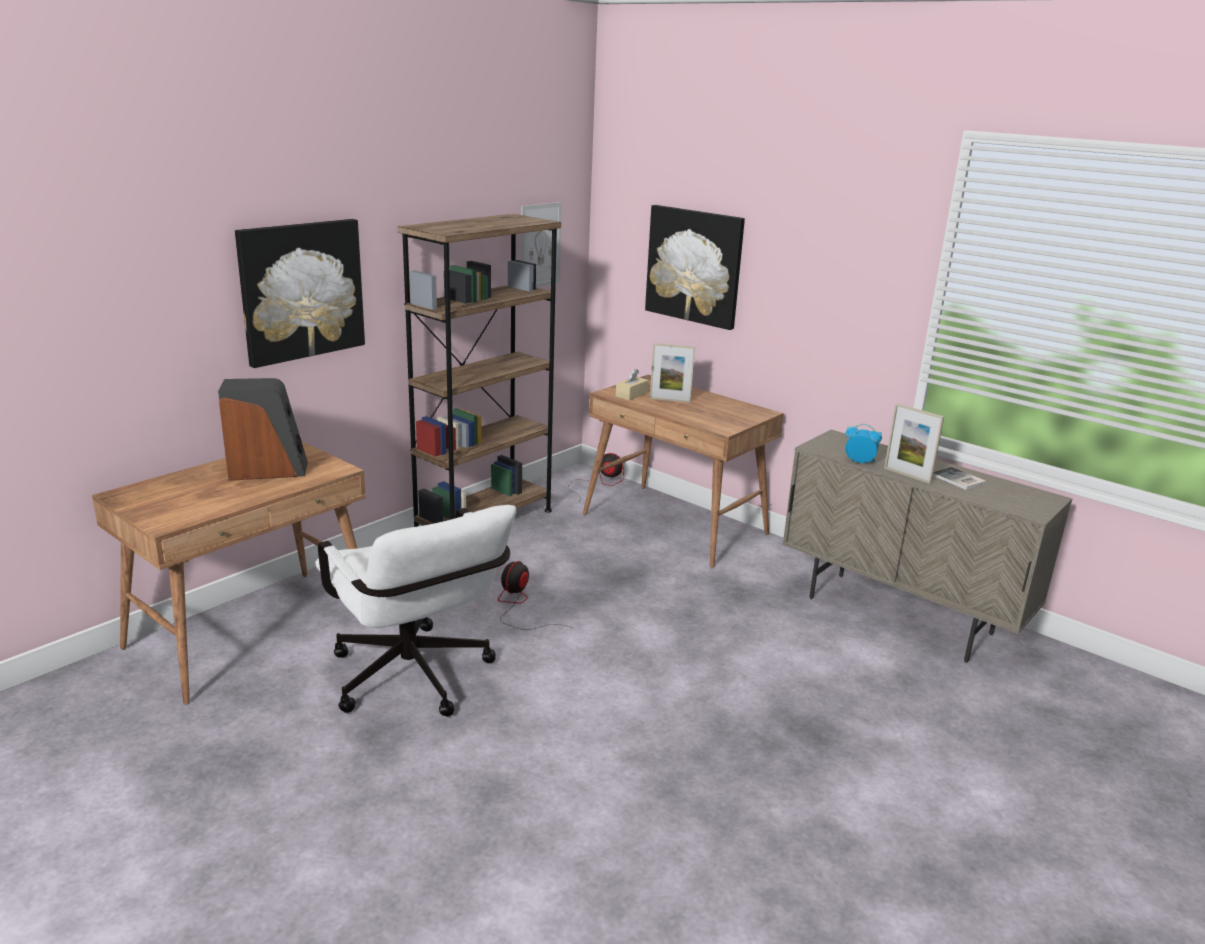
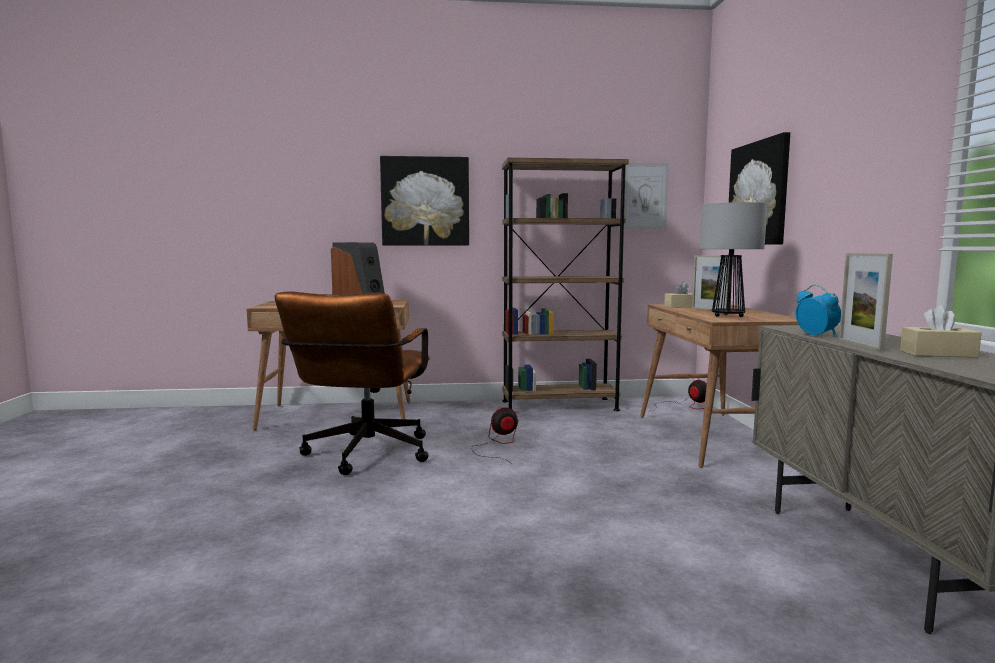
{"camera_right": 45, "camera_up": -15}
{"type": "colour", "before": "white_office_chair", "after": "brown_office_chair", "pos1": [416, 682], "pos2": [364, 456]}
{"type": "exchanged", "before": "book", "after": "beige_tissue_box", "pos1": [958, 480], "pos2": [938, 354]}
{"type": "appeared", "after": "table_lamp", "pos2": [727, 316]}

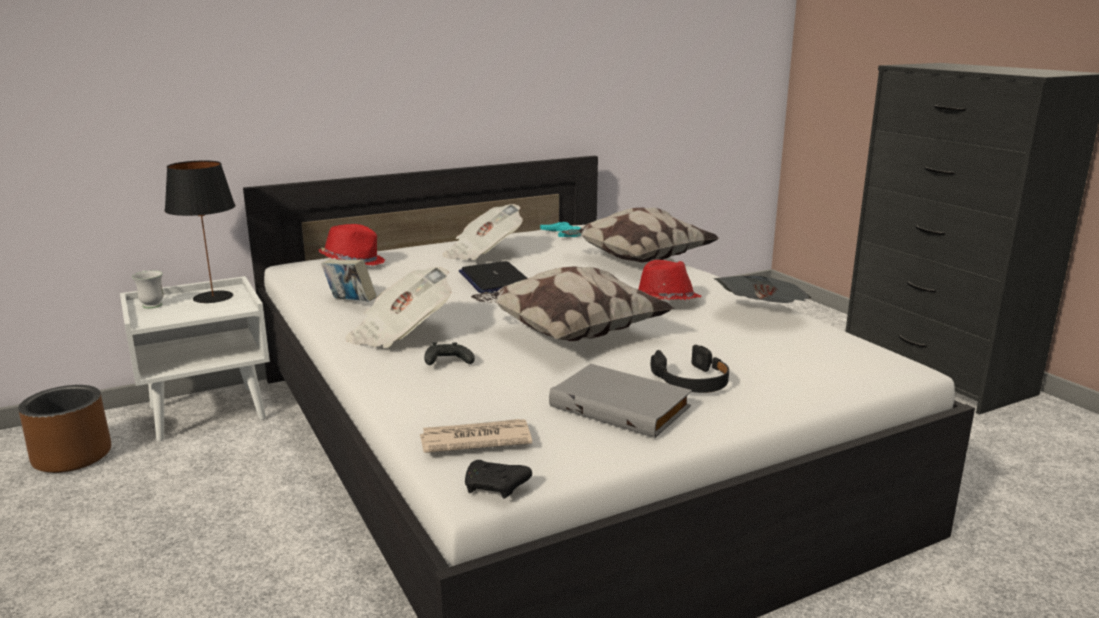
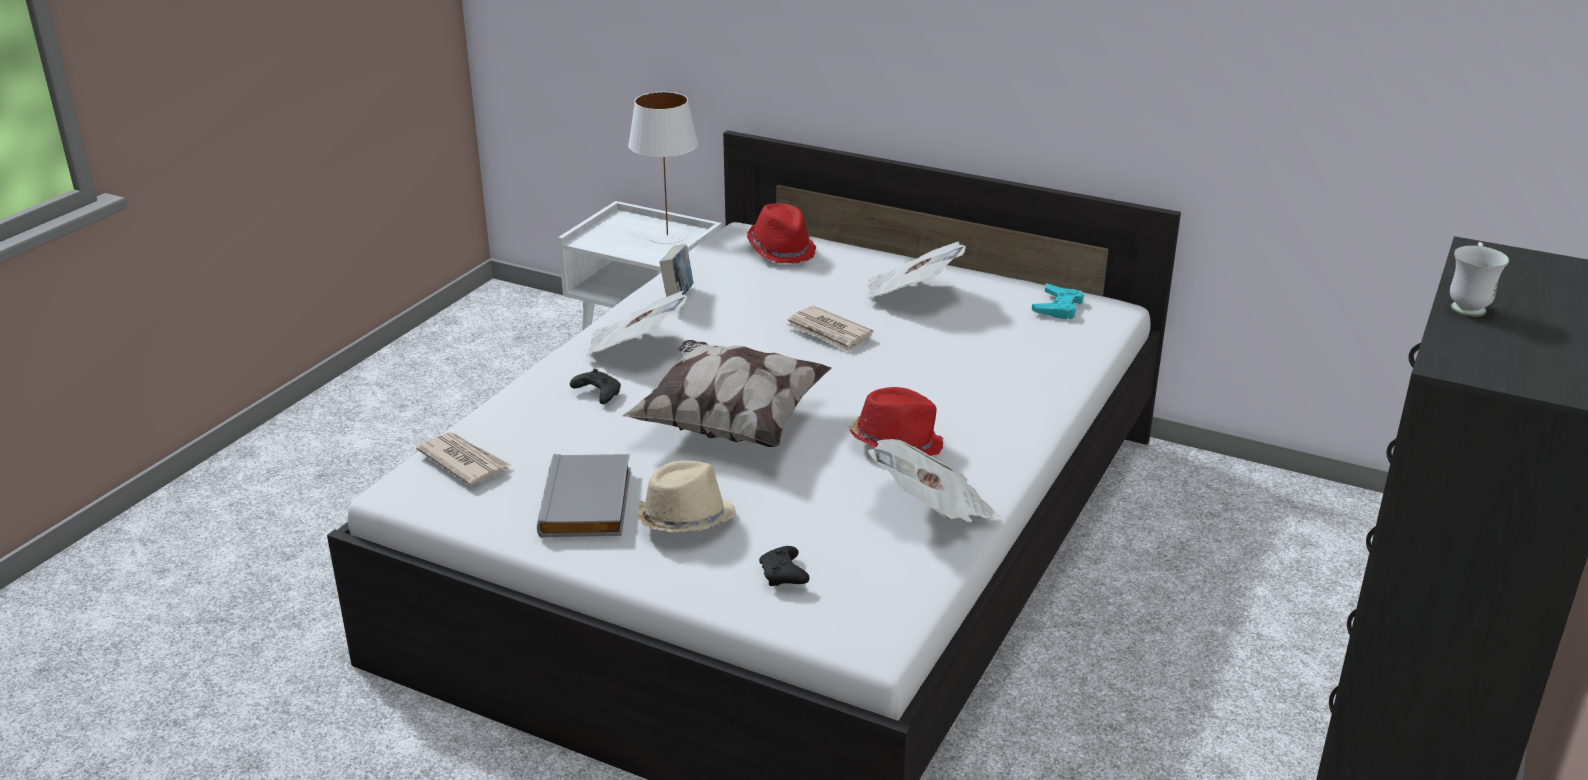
{"camera_right": 55, "camera_up": 10}
{"type": "missing", "before": "brown_planter", "pos1": [72, 456]}
{"type": "relocated", "before": "white_mug", "pos1": [151, 304], "pos2": [1468, 305]}
{"type": "colour", "before": "black_table_lamp", "after": "white_table_lamp", "pos1": [213, 297], "pos2": [667, 236]}
{"type": "exchanged", "before": "laptop", "after": "newspaper", "pos1": [494, 280], "pos2": [829, 332]}
{"type": "relocated", "before": "black_game_controller", "pos1": [496, 487], "pos2": [784, 576]}
{"type": "missing", "before": "pillow", "pos1": [637, 260]}
{"type": "exchanged", "before": "black_headphones", "after": "beige_hat", "pos1": [692, 381], "pos2": [684, 521]}

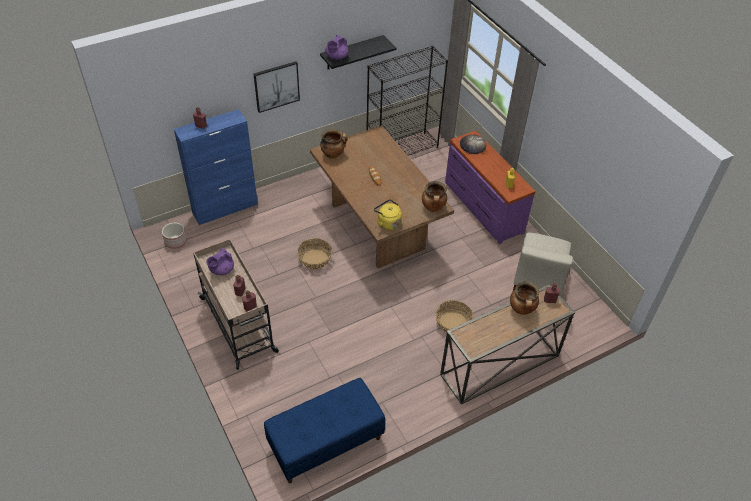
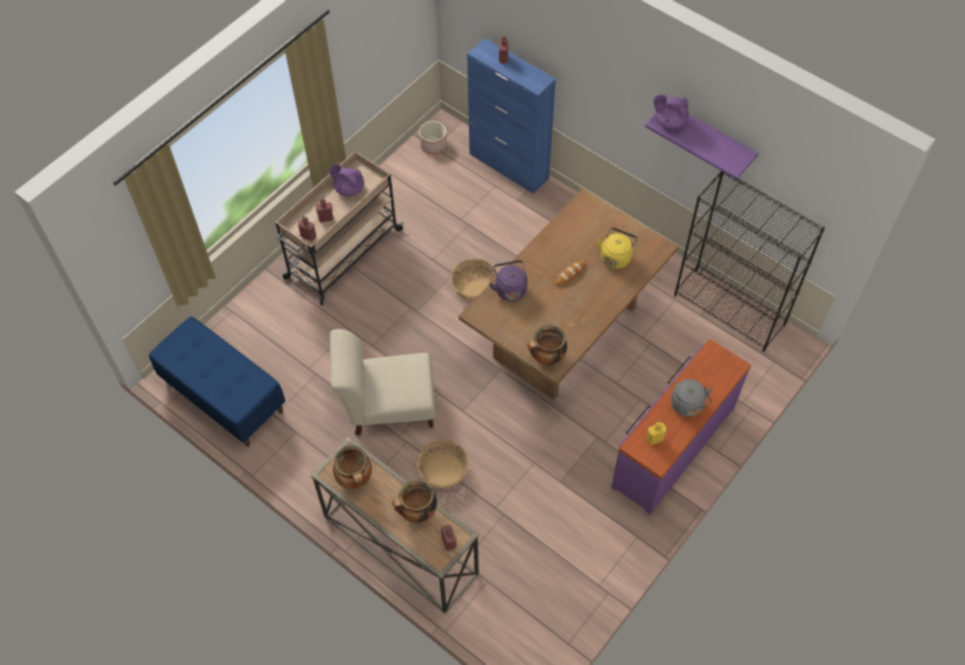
{"camera_right": 70, "camera_up": 10}
{"type": "missing", "before": "picture", "pos1": [276, 86]}
{"type": "colour", "before": "black_shelf", "after": "purple_shelf", "pos1": [352, 52], "pos2": [709, 137]}
{"type": "relocated", "before": "cooking_pot", "pos1": [333, 154], "pos2": [355, 479]}
{"type": "relocated", "before": "yellow_kettle", "pos1": [388, 223], "pos2": [616, 256]}
{"type": "missing", "before": "bread", "pos1": [472, 145]}
{"type": "relocated", "before": "beige_chair", "pos1": [536, 282], "pos2": [388, 405]}
{"type": "appeared", "after": "purple_kettle", "pos2": [510, 288]}
{"type": "appeared", "after": "grey_kettle", "pos2": [688, 406]}

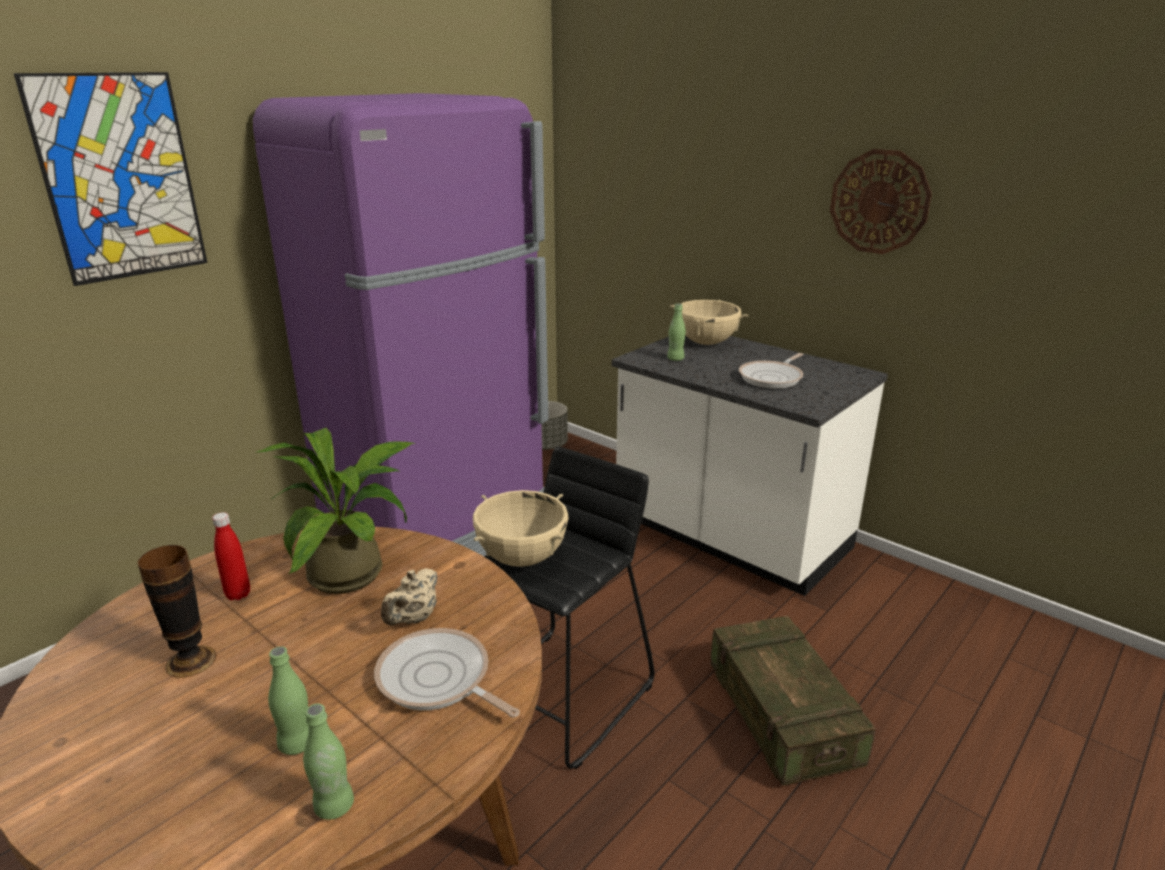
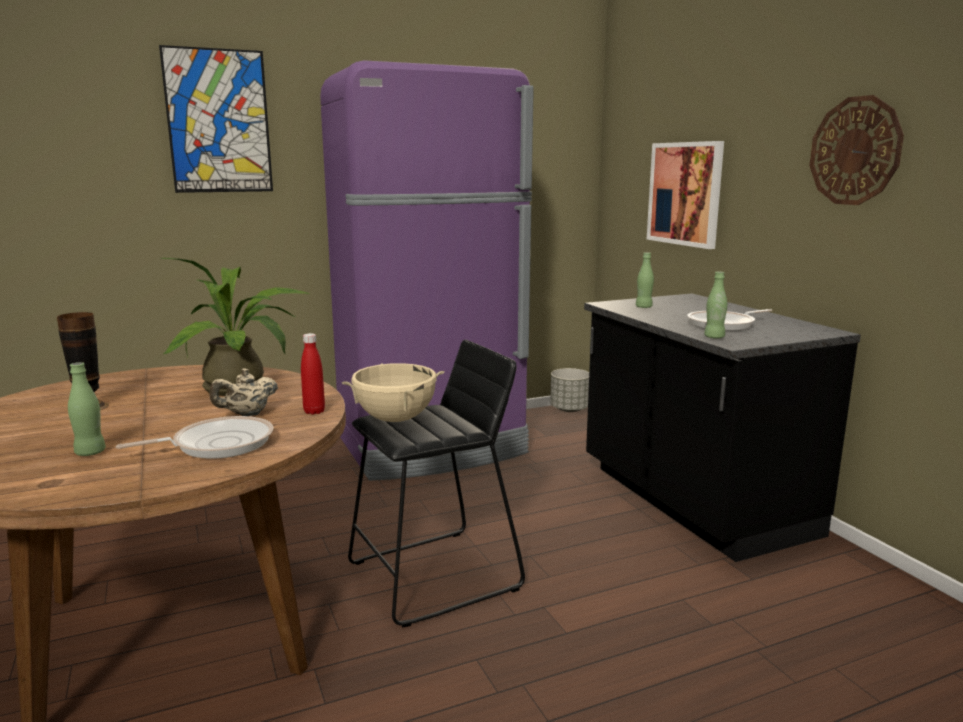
{"camera_right": 25, "camera_up": -10}
{"type": "relocated", "before": "red_bottle", "pos1": [238, 594], "pos2": [314, 411]}
{"type": "relocated", "before": "green_bottle", "pos1": [334, 806], "pos2": [714, 337]}
{"type": "spun", "before": "frying_pan", "pos1": [437, 680], "pos2": [217, 444], "turn": 90}
{"type": "colour", "before": "white_counter", "after": "black_counter", "pos1": [730, 536], "pos2": [692, 501]}
{"type": "missing", "before": "beige_cooking_pot", "pos1": [706, 343]}
{"type": "missing", "before": "crate", "pos1": [781, 717]}
{"type": "appeared", "after": "picture", "pos2": [685, 193]}

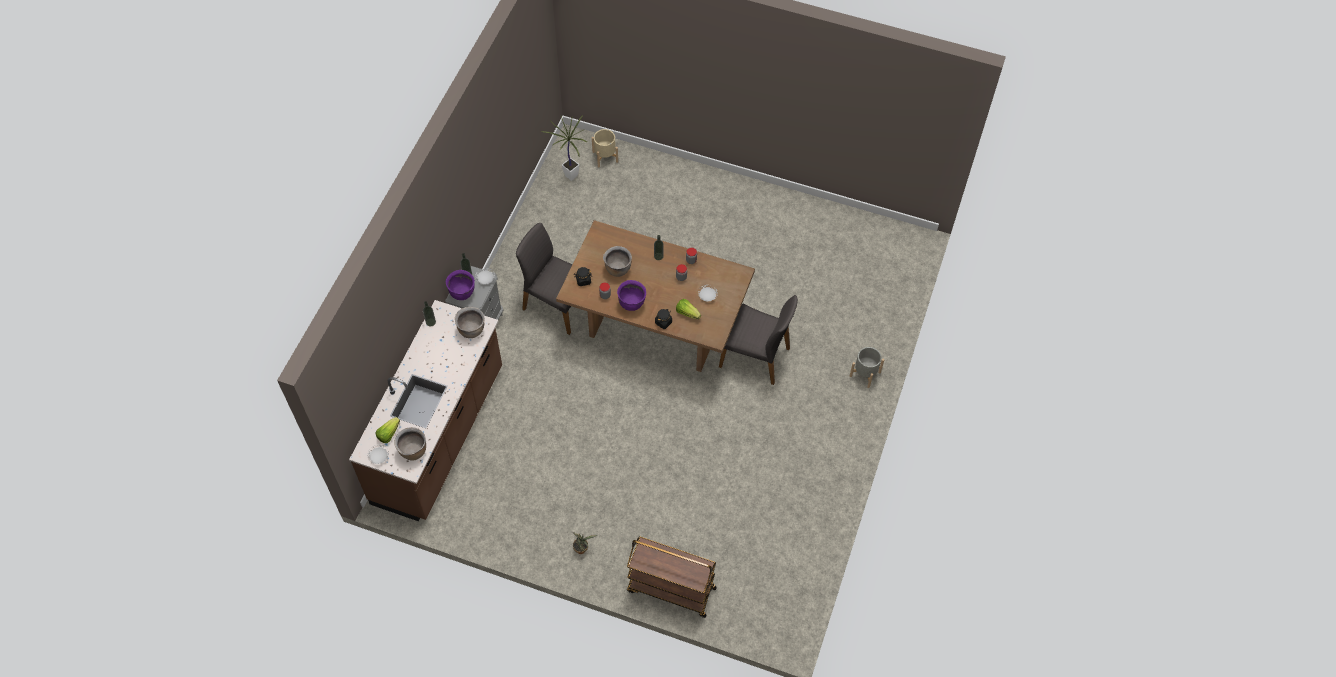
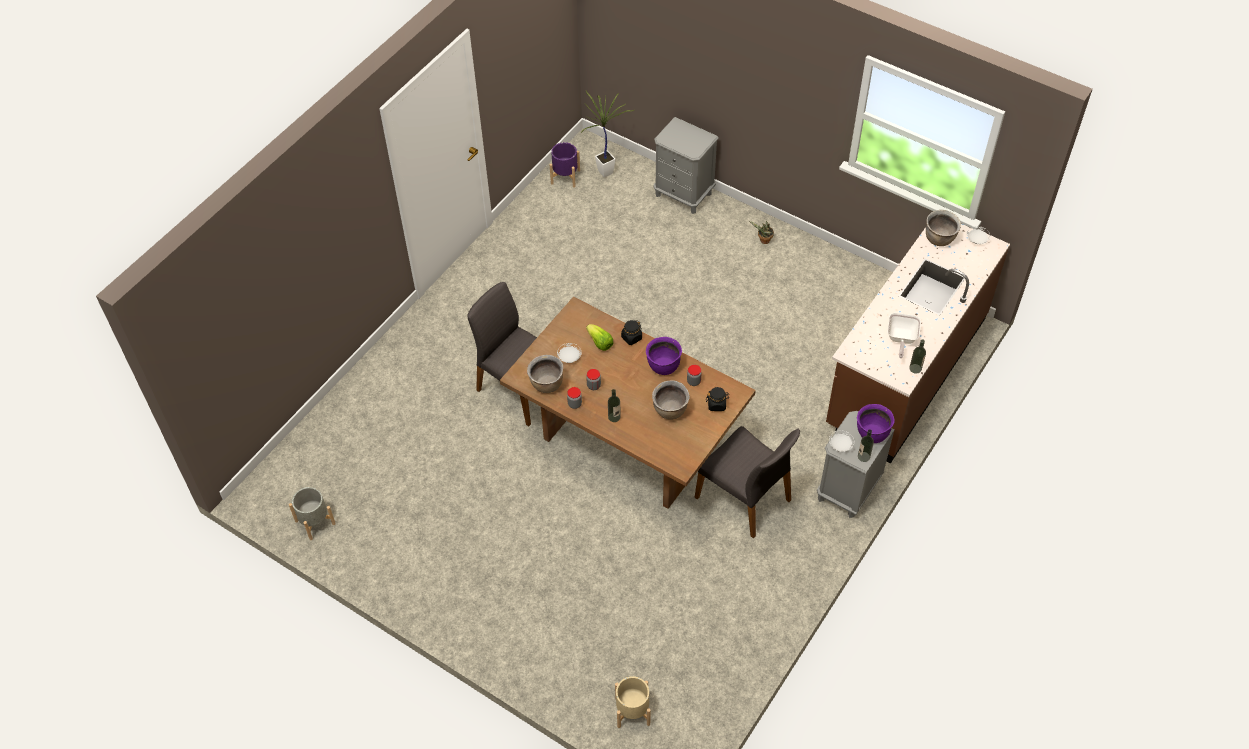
{"camera_right": -165, "camera_up": -5}
{"type": "missing", "before": "lettuce", "pos1": [388, 434]}
{"type": "relocated", "before": "brown_cooking_pot", "pos1": [471, 330], "pos2": [547, 384]}
{"type": "relocated", "before": "potted_plant", "pos1": [572, 178], "pos2": [605, 170]}
{"type": "exchanged", "before": "brown_cart", "after": "grey_nightstand", "pos1": [670, 590], "pos2": [684, 194]}
{"type": "relocated", "before": "grey_planter", "pos1": [865, 374], "pos2": [315, 522]}
{"type": "appeared", "after": "purple_planter", "pos2": [565, 177]}
{"type": "appeared", "after": "frying_pan", "pos2": [901, 339]}

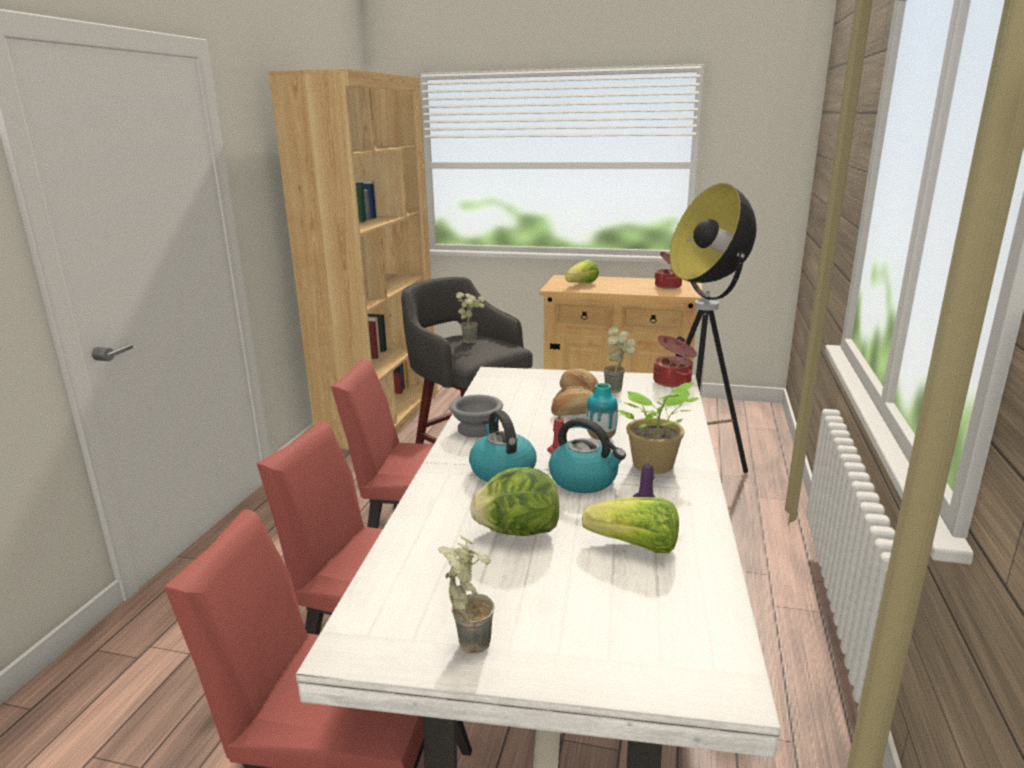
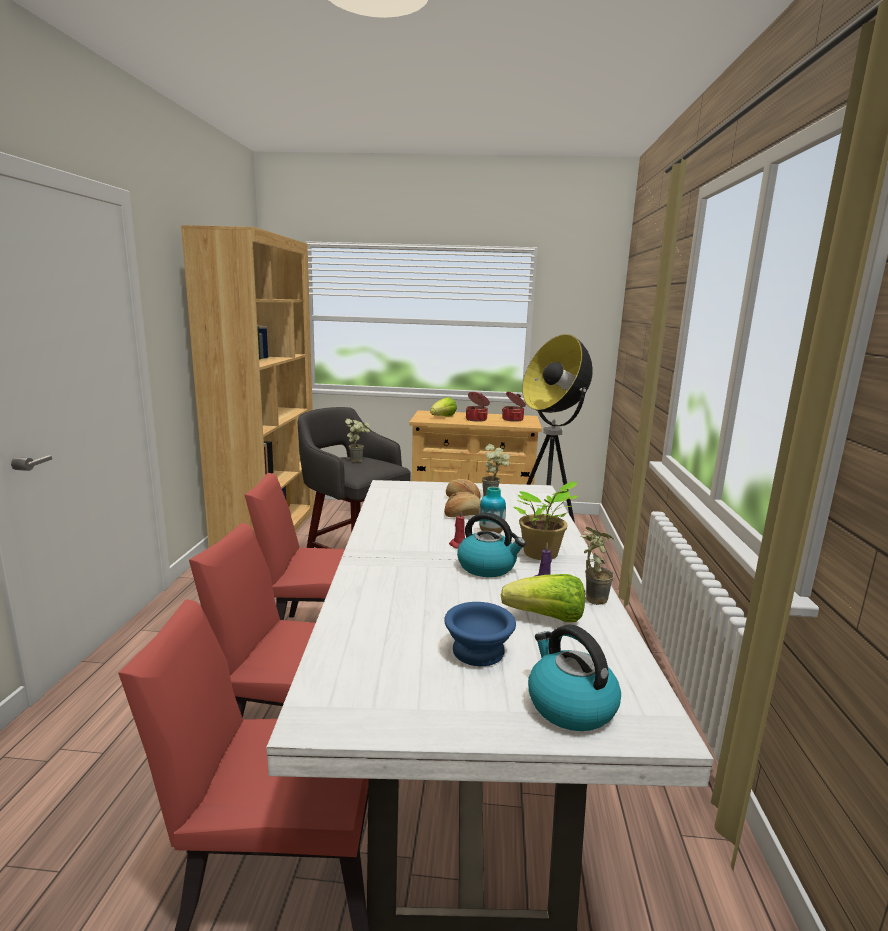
{"camera_right": -10, "camera_up": -5}
{"type": "relocated", "before": "potted_plant", "pos1": [468, 639], "pos2": [590, 598]}
{"type": "missing", "before": "grey_bowl", "pos1": [477, 430]}
{"type": "relocated", "before": "kettle", "pos1": [502, 471], "pos2": [569, 705]}
{"type": "missing", "before": "lettuce", "pos1": [517, 532]}
{"type": "relocated", "before": "cooking_pot", "pos1": [673, 381], "pos2": [477, 419]}
{"type": "appeared", "after": "blue_bowl", "pos2": [479, 652]}

